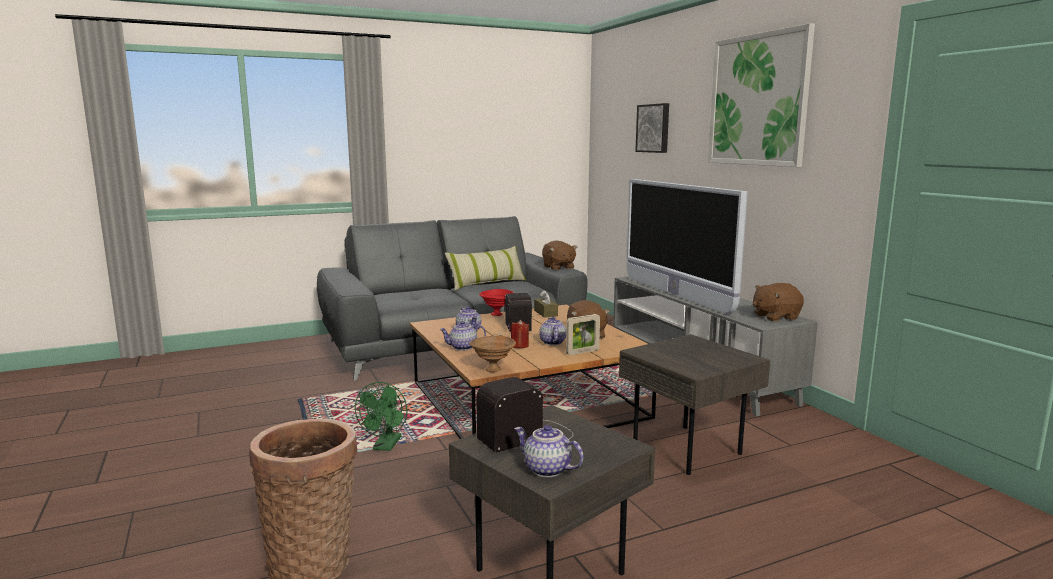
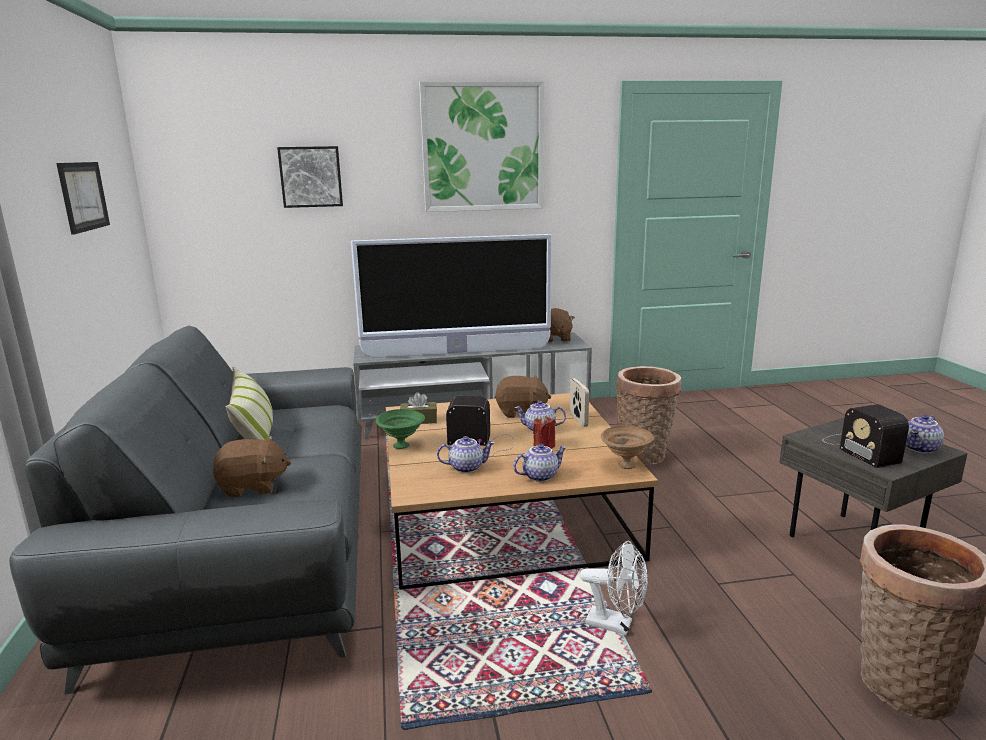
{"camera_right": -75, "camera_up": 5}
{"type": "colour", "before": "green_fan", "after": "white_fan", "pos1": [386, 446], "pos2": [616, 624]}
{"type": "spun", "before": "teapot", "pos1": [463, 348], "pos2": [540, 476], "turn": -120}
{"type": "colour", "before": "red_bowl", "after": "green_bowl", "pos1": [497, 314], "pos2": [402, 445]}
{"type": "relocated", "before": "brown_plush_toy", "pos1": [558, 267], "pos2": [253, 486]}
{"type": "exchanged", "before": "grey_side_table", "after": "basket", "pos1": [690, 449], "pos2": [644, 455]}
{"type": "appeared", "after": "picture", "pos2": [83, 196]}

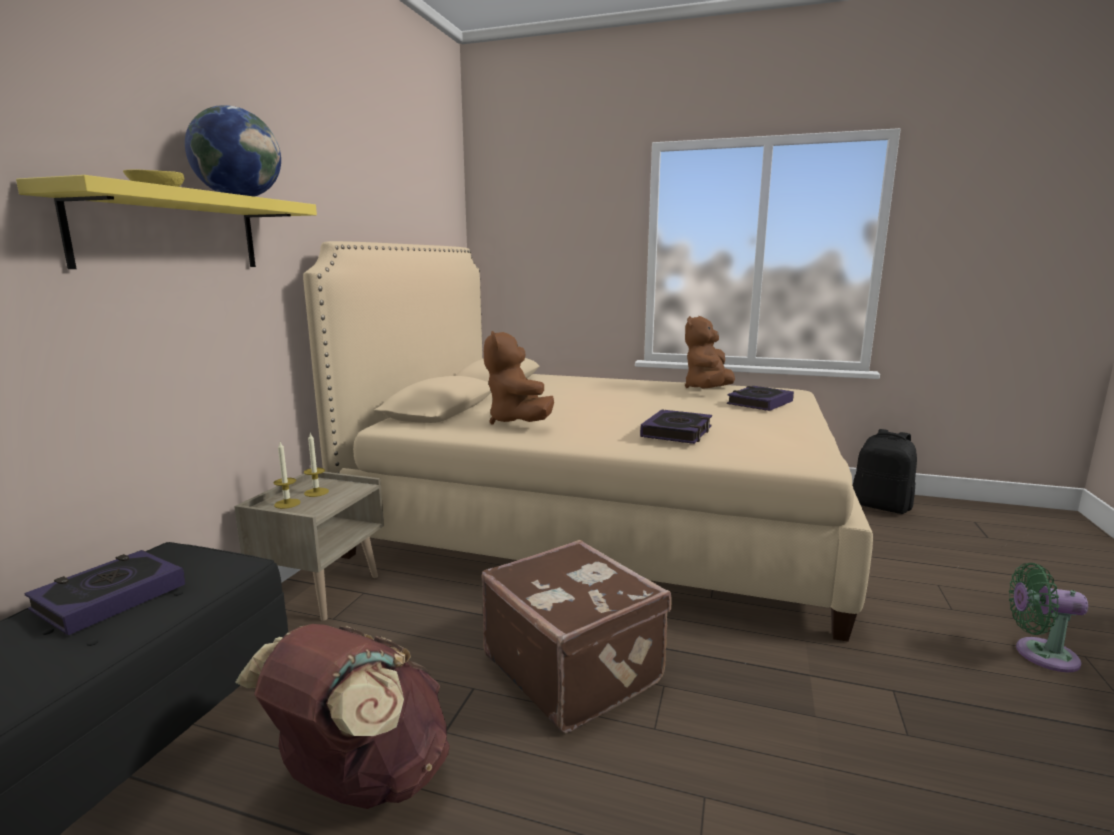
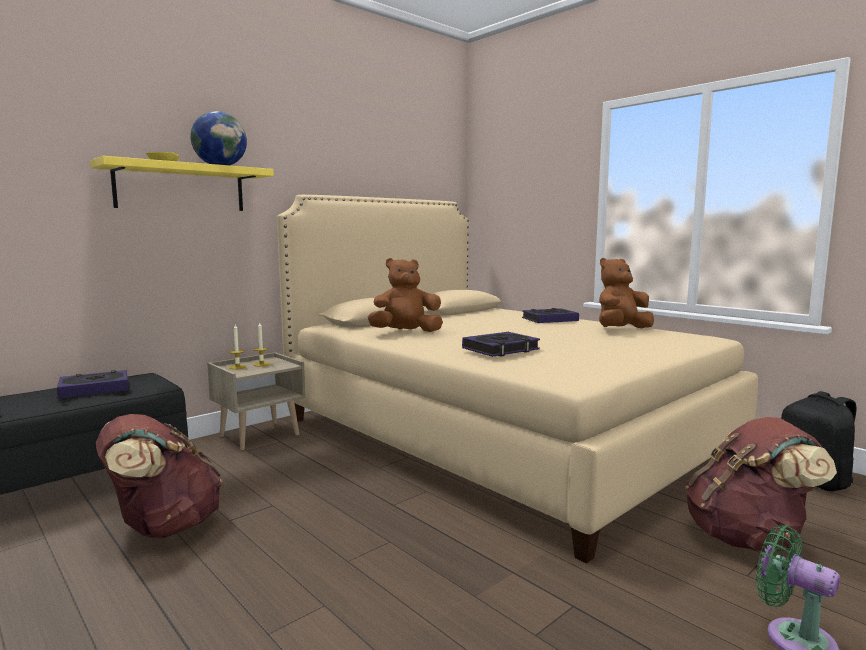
{"camera_right": 30, "camera_up": -5}
{"type": "missing", "before": "brown_suitcase", "pos1": [574, 667]}
{"type": "spun", "before": "brown_plush_toy", "pos1": [517, 422], "pos2": [405, 332], "turn": 60}
{"type": "relocated", "before": "book", "pos1": [759, 403], "pos2": [549, 320]}
{"type": "appeared", "after": "brown_backpack", "pos2": [747, 538]}

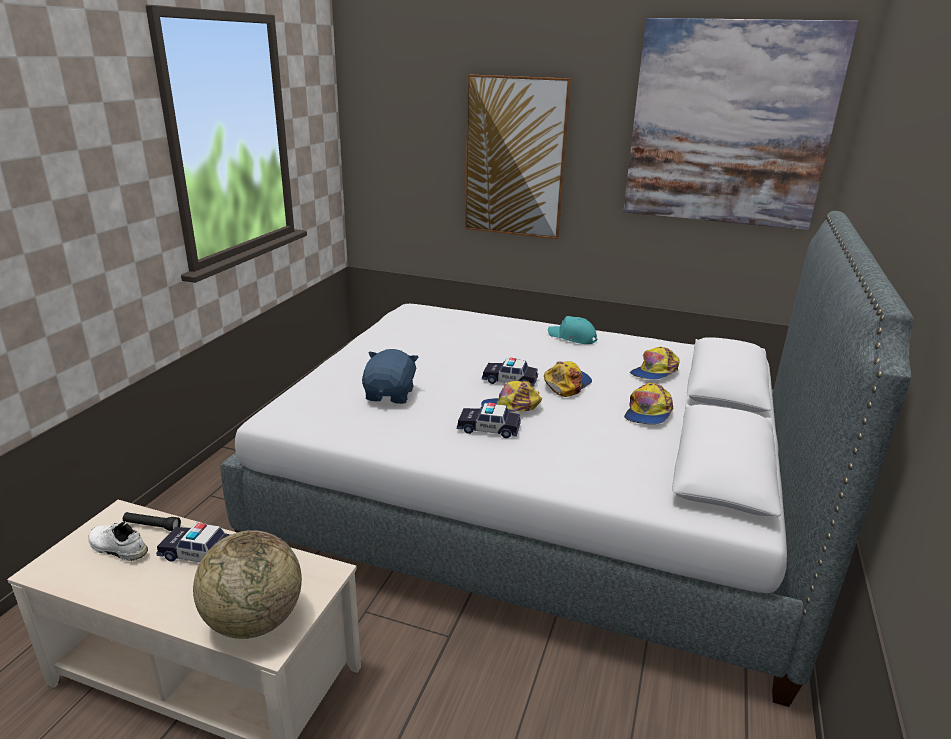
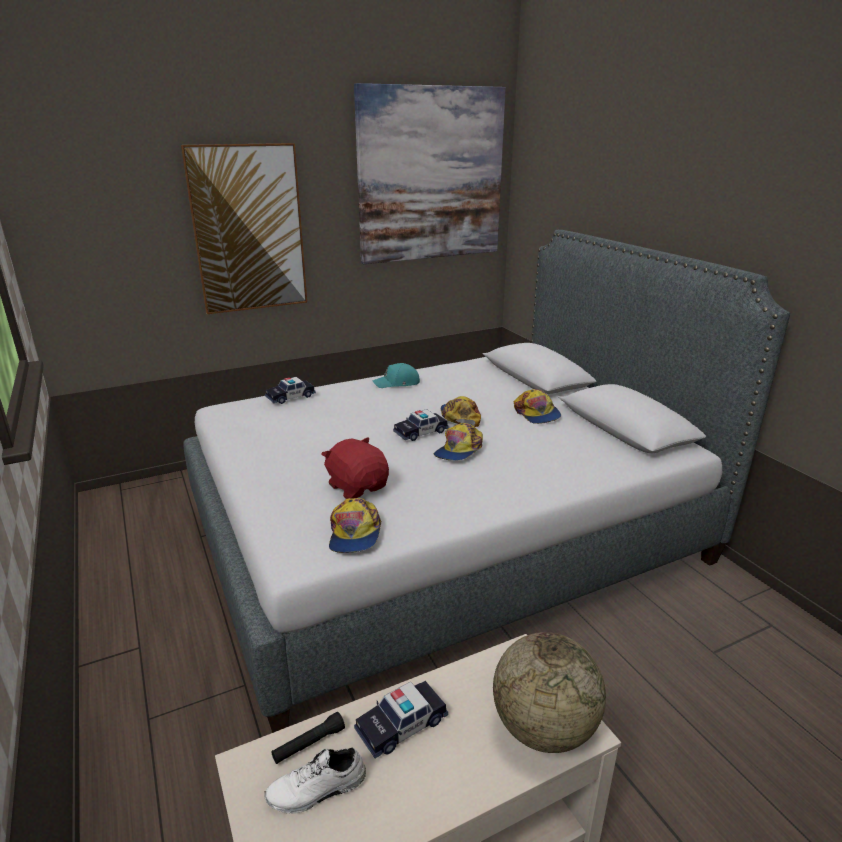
{"camera_right": -45, "camera_up": 0}
{"type": "colour", "before": "blue_plush_toy", "after": "red_plush_toy", "pos1": [390, 395], "pos2": [357, 487]}
{"type": "relocated", "before": "toy_car", "pos1": [488, 428], "pos2": [290, 397]}
{"type": "relocated", "before": "cap", "pos1": [654, 372], "pos2": [354, 533]}

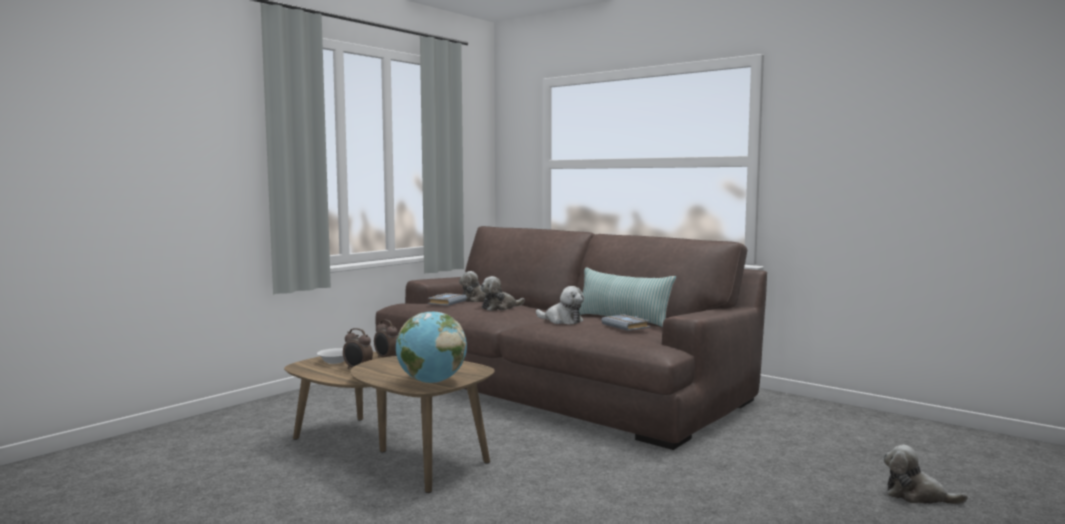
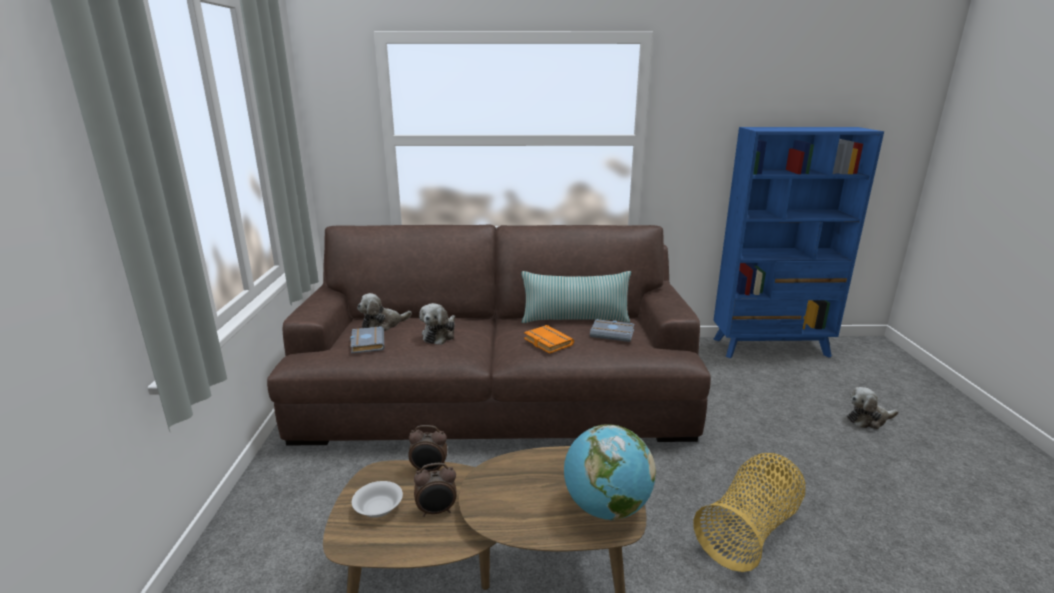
{"camera_right": -40, "camera_up": 15}
{"type": "exchanged", "before": "plush_toy", "after": "orange_book", "pos1": [562, 321], "pos2": [546, 342]}
{"type": "appeared", "after": "basket", "pos2": [749, 530]}
{"type": "appeared", "after": "blue_bookcase", "pos2": [771, 347]}

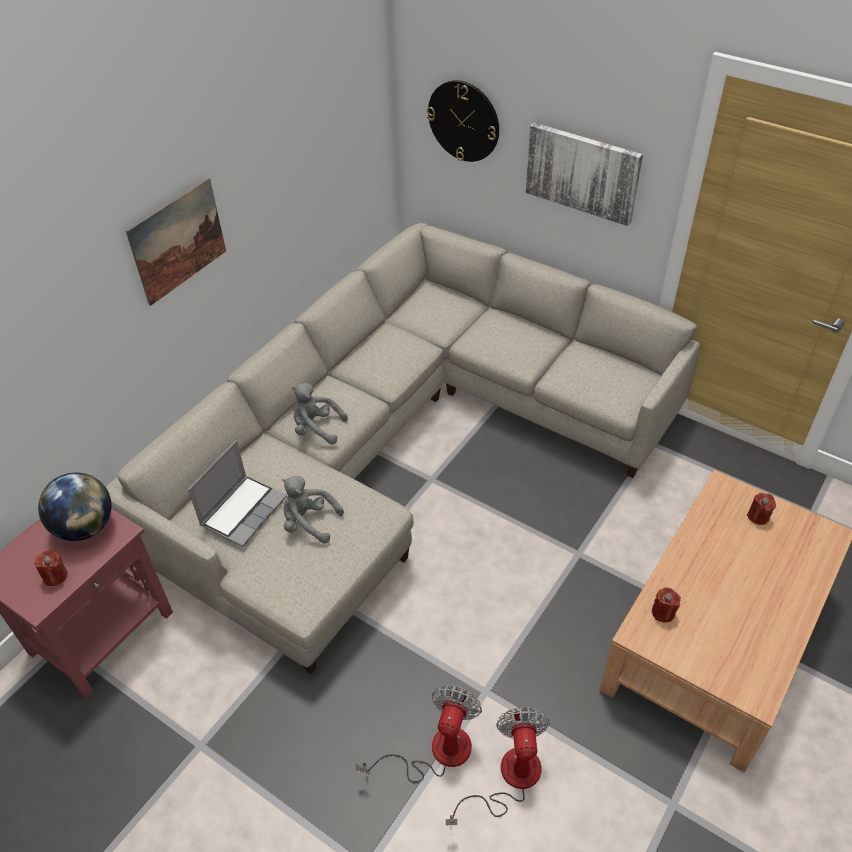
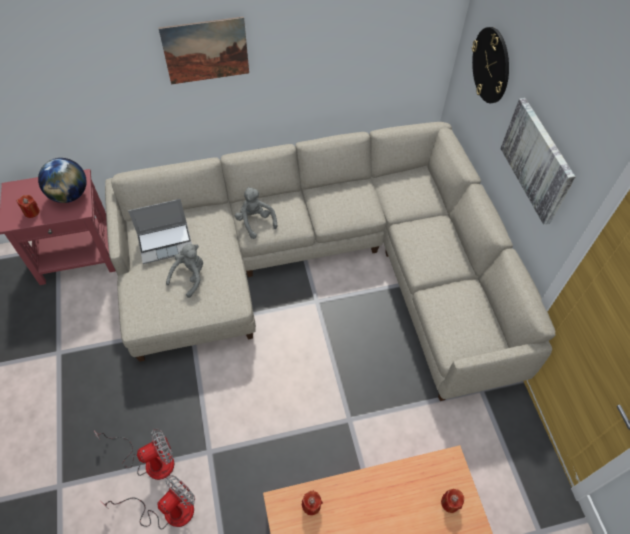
{"camera_right": 40, "camera_up": 10}
{"type": "spun", "before": "grey_plush_toy", "pos1": [309, 523], "pos2": [190, 276], "turn": 60}

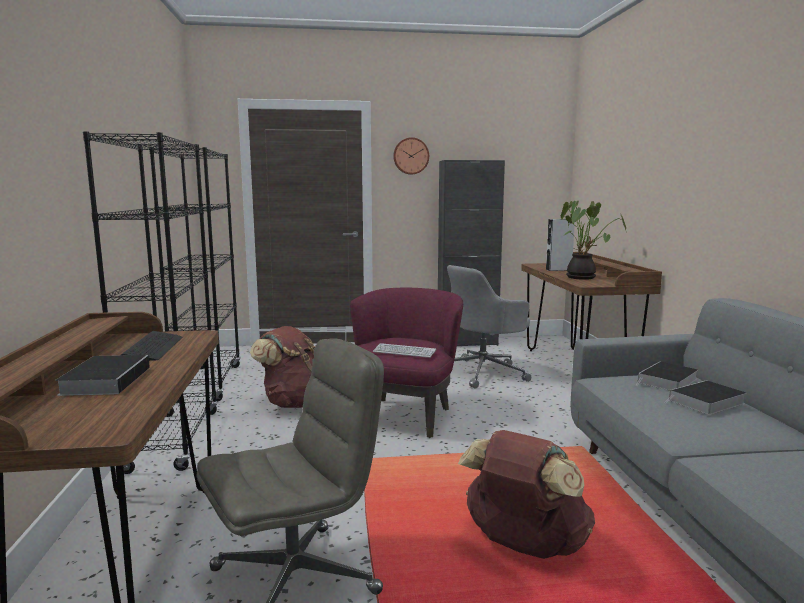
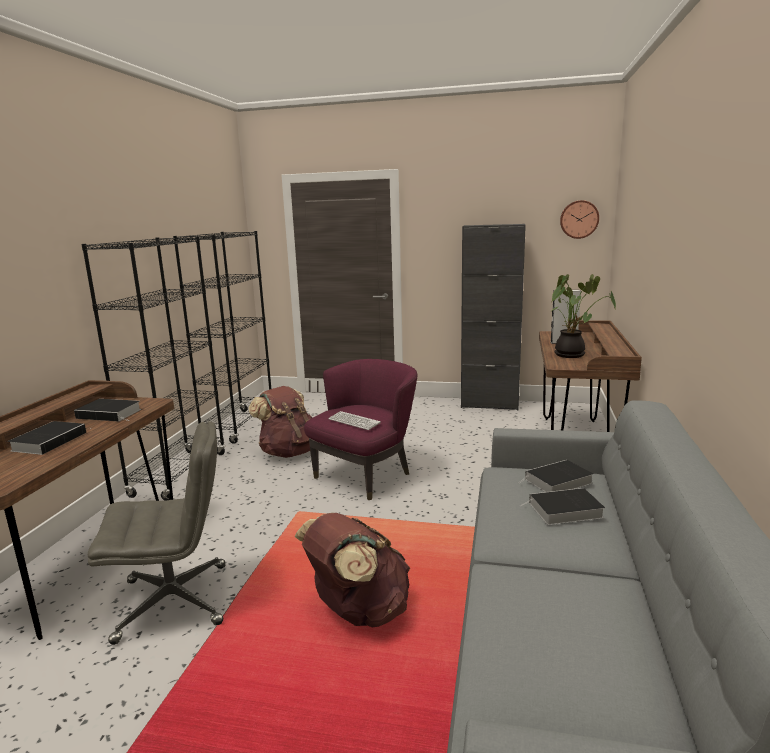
{"camera_right": 20, "camera_up": 5}
{"type": "exchanged", "before": "keyboard", "after": "book", "pos1": [153, 348], "pos2": [111, 414]}
{"type": "relocated", "before": "wall_clock", "pos1": [411, 156], "pos2": [579, 219]}
{"type": "missing", "before": "grey_office_chair", "pos1": [483, 372]}

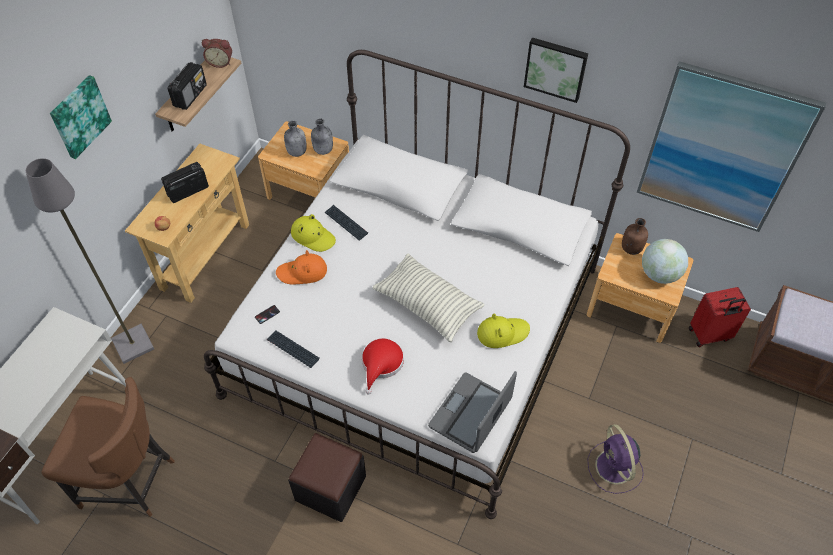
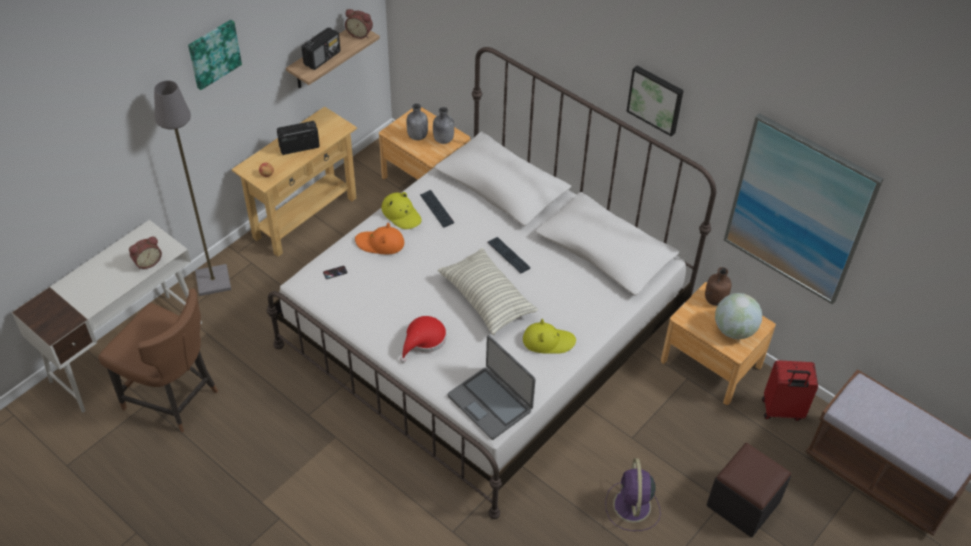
{"camera_right": 15, "camera_up": -5}
{"type": "relocated", "before": "keyboard", "pos1": [293, 349], "pos2": [508, 255]}
{"type": "relocated", "before": "black_ottoman", "pos1": [330, 488], "pos2": [743, 504]}
{"type": "spun", "before": "laptop", "pos1": [471, 414], "pos2": [490, 403], "turn": -90}
{"type": "appeared", "after": "alarm_clock", "pos2": [147, 262]}

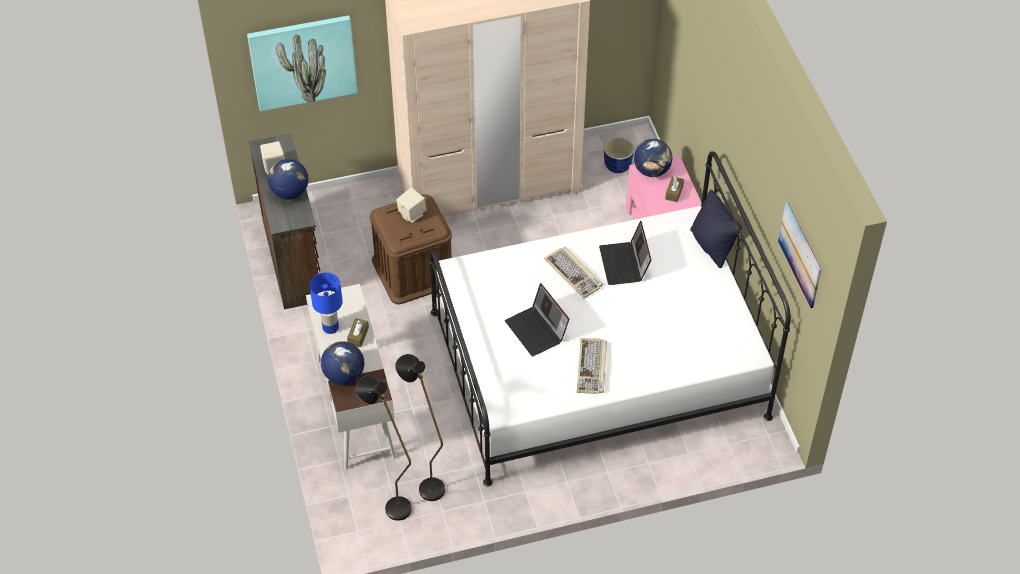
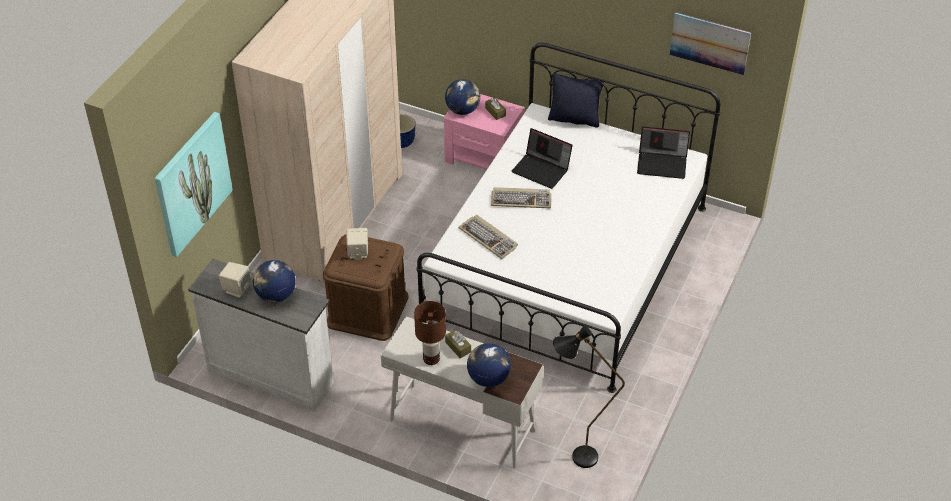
{"camera_right": -50, "camera_up": -5}
{"type": "colour", "before": "brown_dresser", "after": "white_dresser", "pos1": [293, 260], "pos2": [271, 374]}
{"type": "colour", "before": "blue_table_lamp", "after": "brown_table_lamp", "pos1": [331, 327], "pos2": [431, 358]}
{"type": "missing", "before": "black_floor_lamp", "pos1": [426, 483]}
{"type": "relocated", "before": "laptop", "pos1": [537, 331], "pos2": [662, 163]}
{"type": "relocated", "before": "keyboard", "pos1": [592, 368], "pos2": [489, 238]}

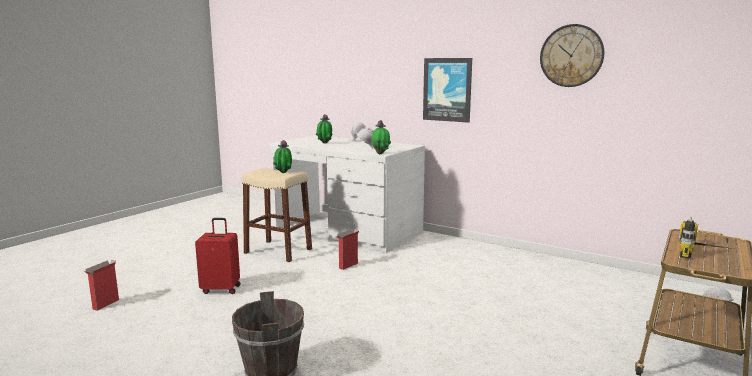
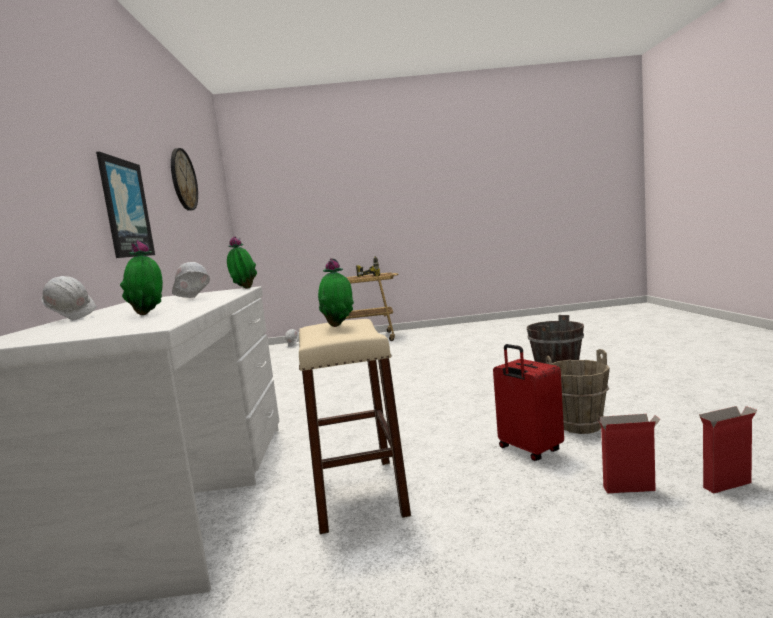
{"camera_right": -125, "camera_up": -5}
{"type": "relocated", "before": "cardboard_box", "pos1": [348, 266], "pos2": [630, 489]}
{"type": "appeared", "after": "brown_bucket", "pos2": [580, 426]}

